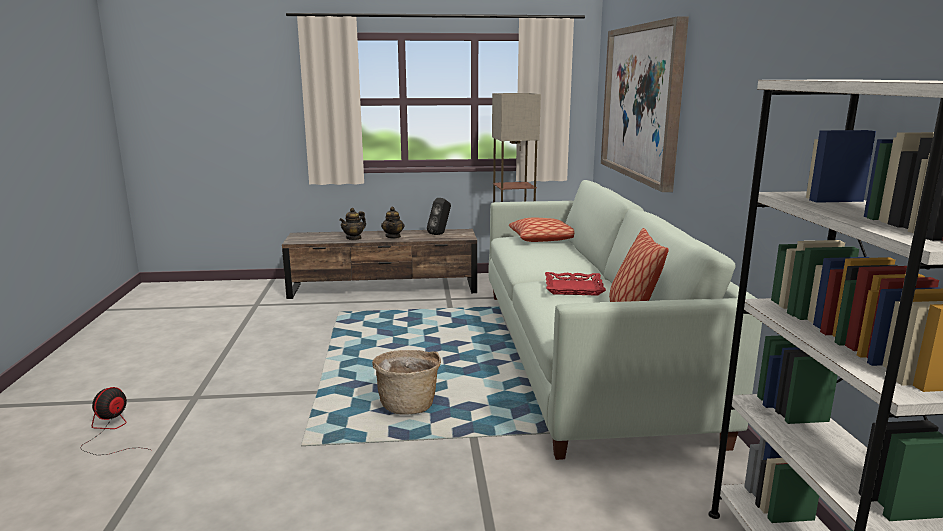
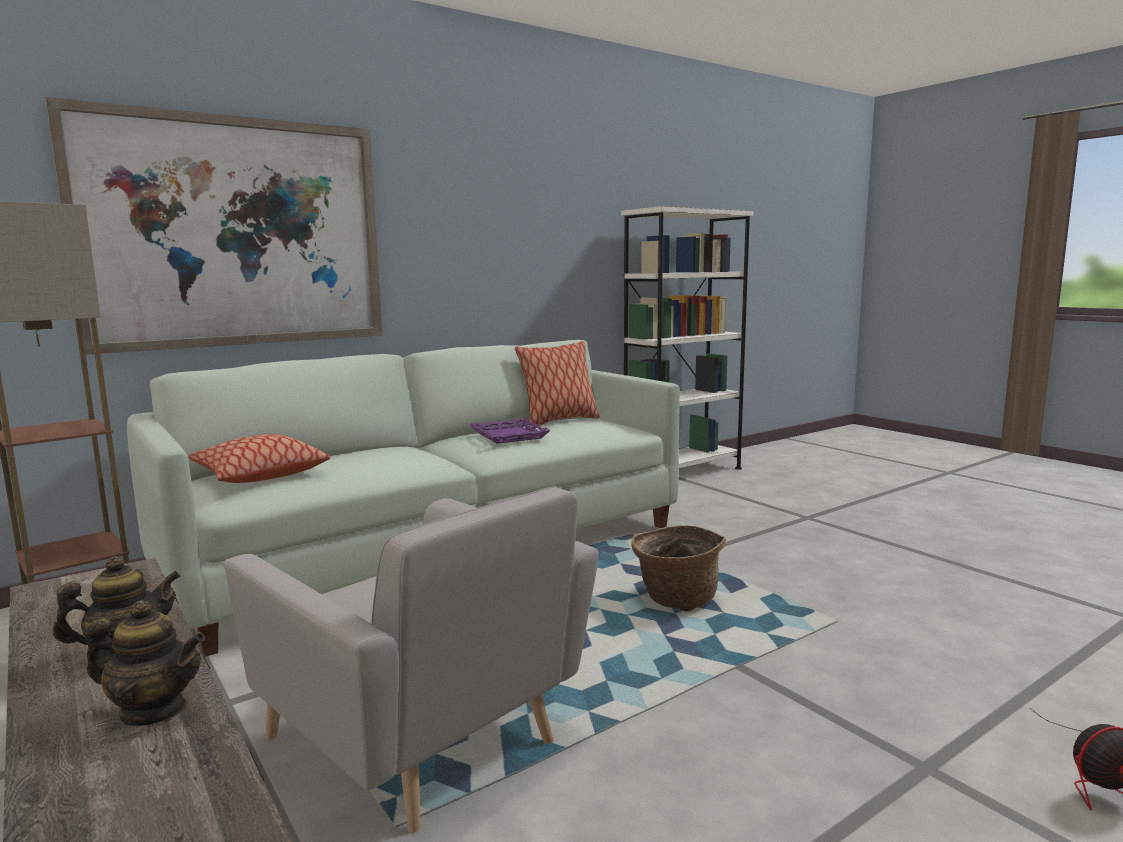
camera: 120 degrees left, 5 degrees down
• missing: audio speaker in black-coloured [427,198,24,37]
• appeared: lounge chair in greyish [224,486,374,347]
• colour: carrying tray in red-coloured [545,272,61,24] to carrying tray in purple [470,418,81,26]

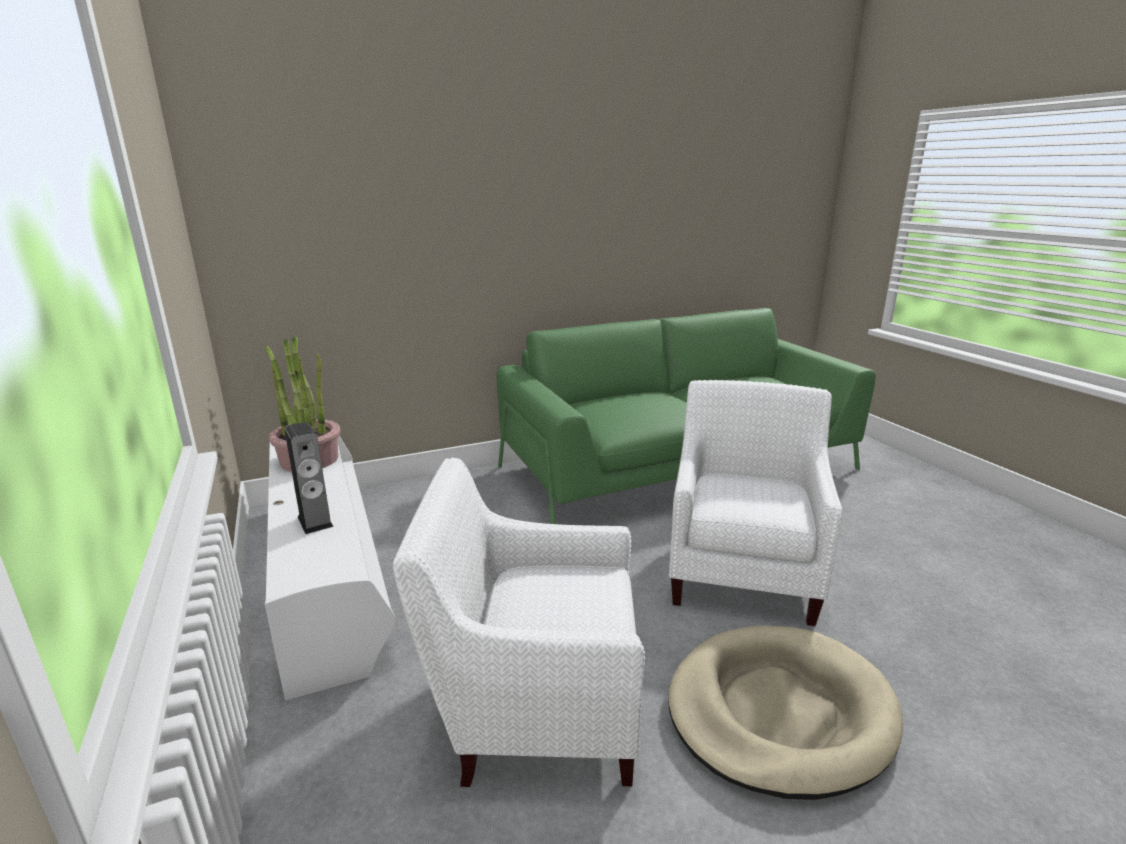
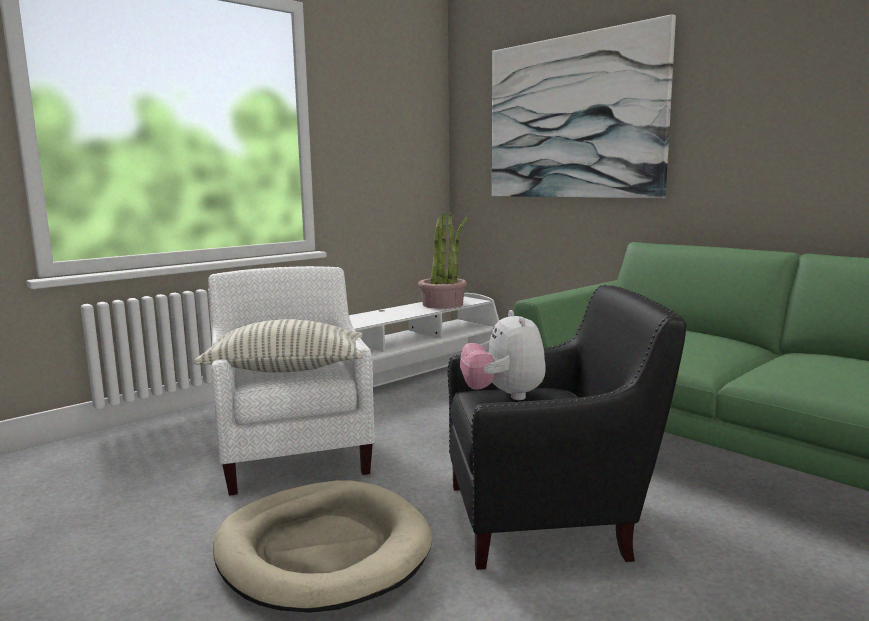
camera: 70 degrees right, 10 degrees down
• missing: audio speaker [284,422,50,112]
• appeared: cushion [194,319,168,53]
• appeared: plush toy [460,310,86,90]
• appeared: wall art [492,14,184,184]
• colour: lounge chair in whitish [669,380,173,246] to lounge chair in black-coloured [448,285,238,285]

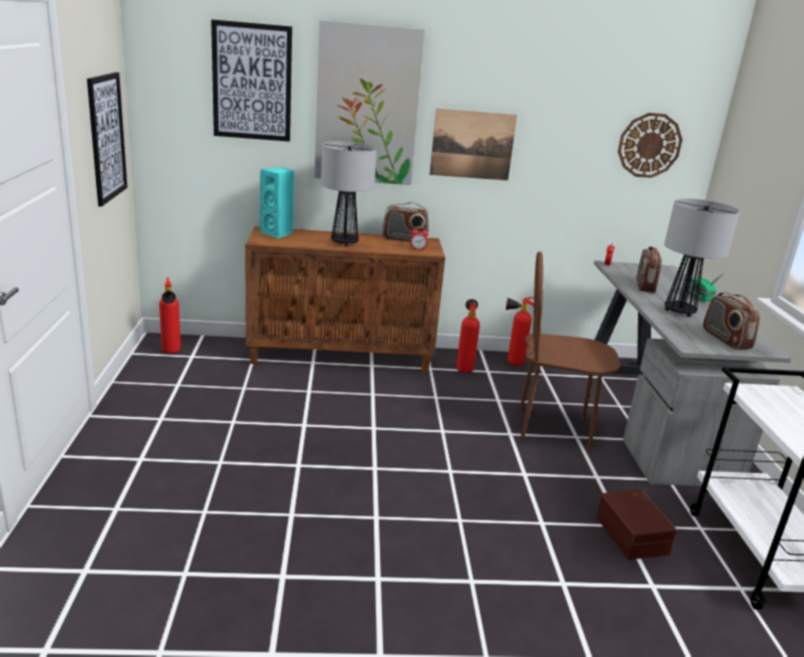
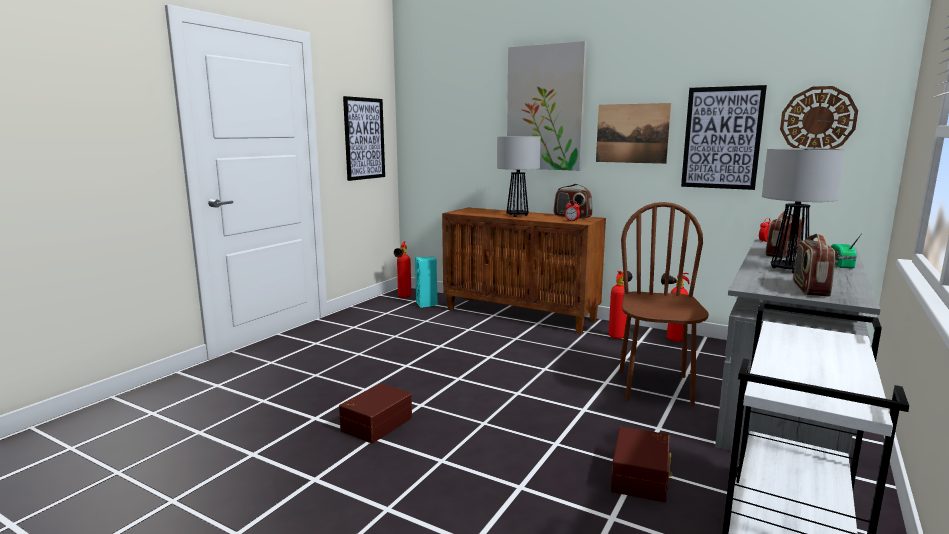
camera: 35 degrees right, 10 degrees down
• appeared: storage box in brownish [339,383,73,60]
• relocated: wall art [211,19,81,123] to [681,85,86,105]
• relocated: audio speaker in turquoise [260,167,34,72] to [415,257,22,51]
• spun: plain chair in brownish [519,252,101,199] = [619,202,90,204] 60 degrees clockwise

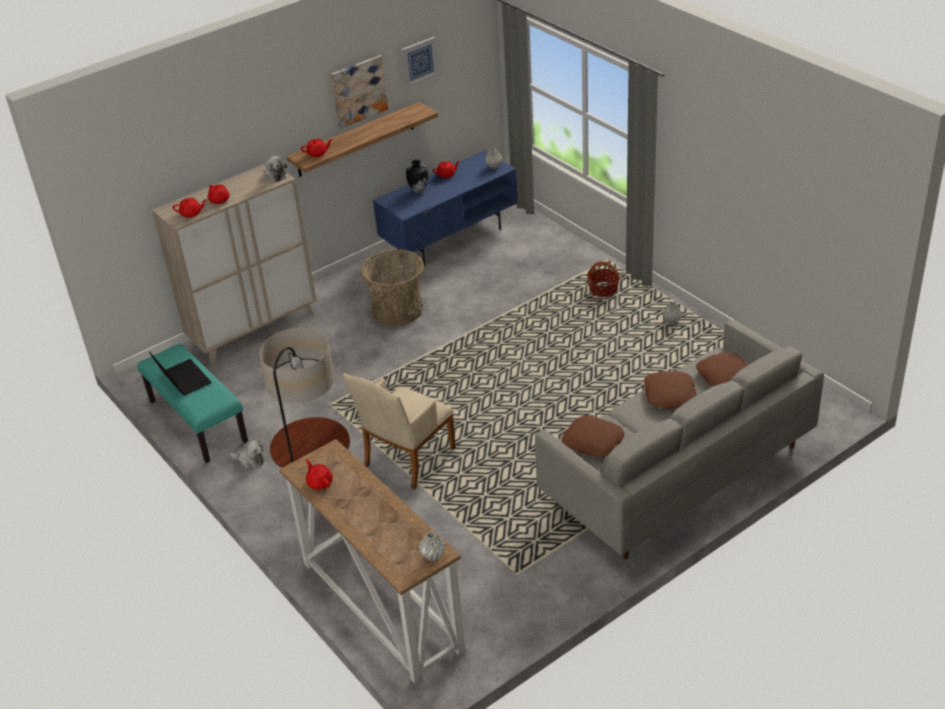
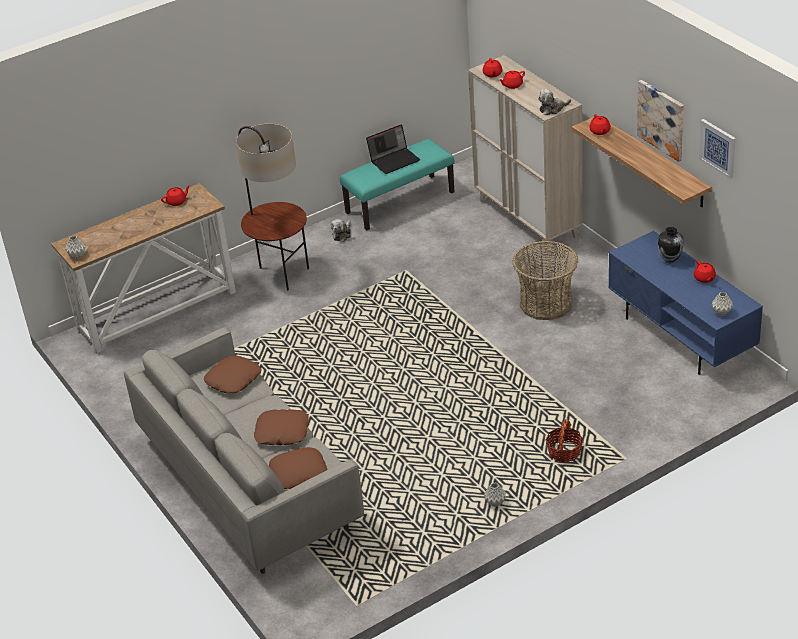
camera: 95 degrees right, 0 degrees up
• missing: lounge chair in beige [343,373,113,116]

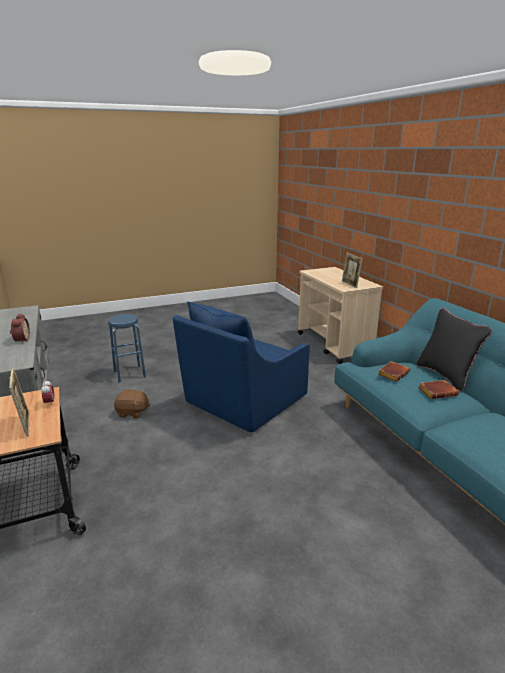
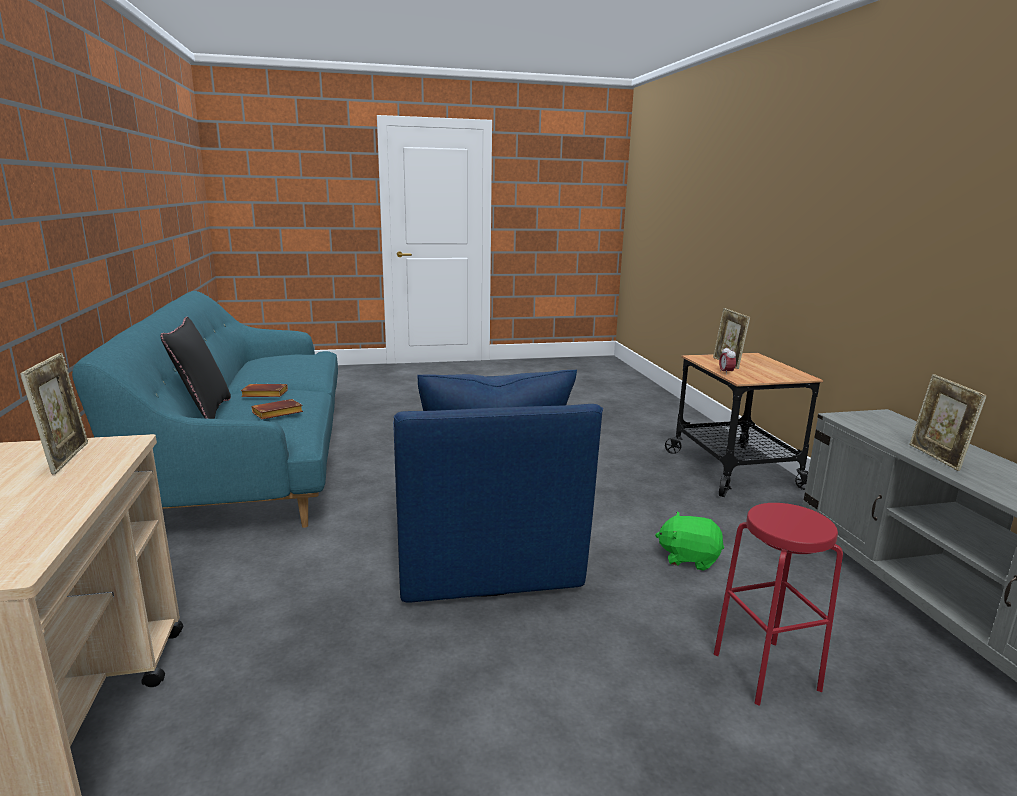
camera: 170 degrees left, 5 degrees down
• exchanged: bedside clock [10,313,20,30] to standing frame [909,374,78,97]
• colour: stool in blue-coloured [108,314,38,69] to stool in red-coloured [713,503,130,203]
• colour: plush toy in brownish [114,389,36,30] to plush toy in greenish [655,511,69,60]
• spun: lounge chair in blue-coloured [172,301,138,131] = [393,370,210,233] 120 degrees clockwise

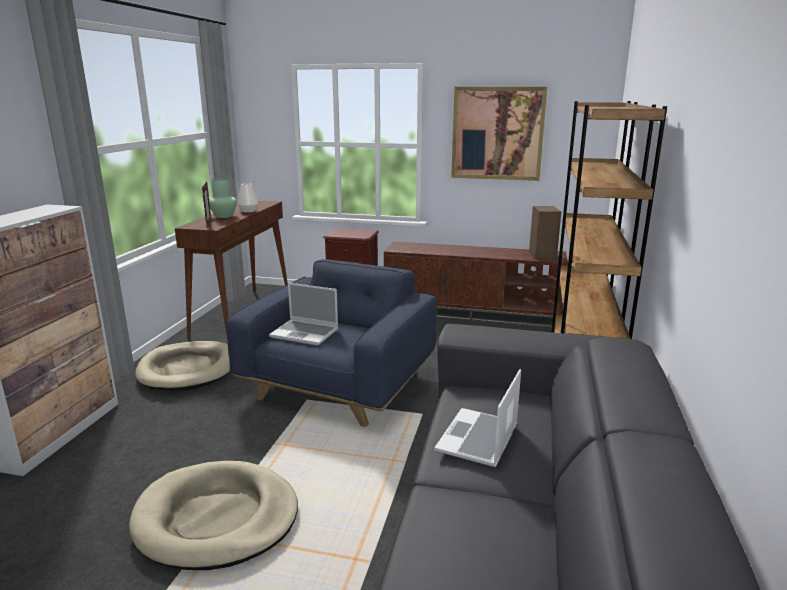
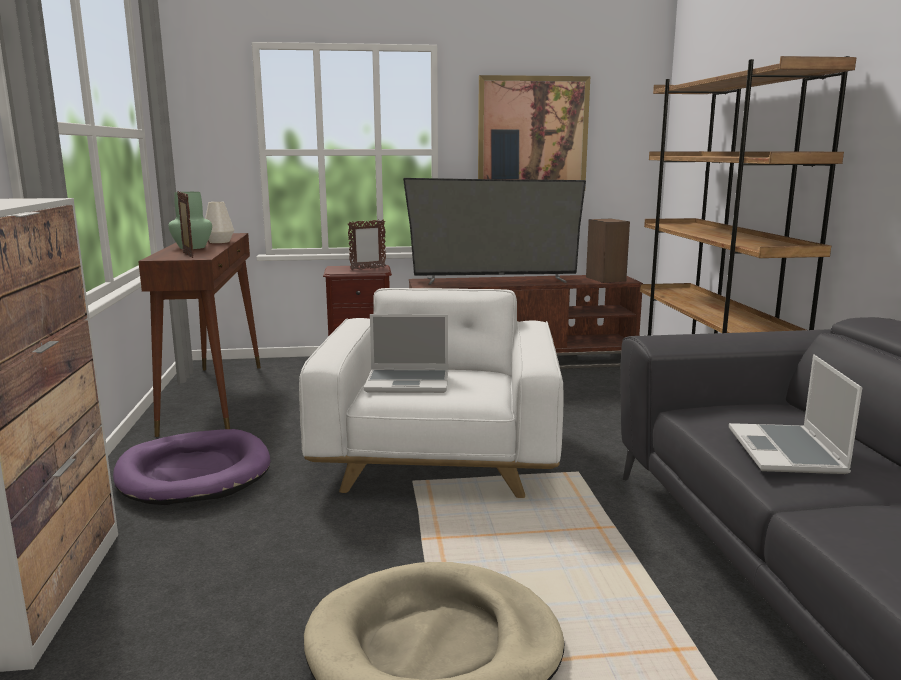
camera: 20 degrees left, 5 degrees down
• appeared: standing frame [348,219,38,51]
• appeared: TV [403,178,183,106]
• colour: pet bed in beige [135,341,95,50] to pet bed in purple [113,429,158,76]
• colour: lounge chair in blue-coloured [226,259,211,168] to lounge chair in whitish [299,288,265,210]

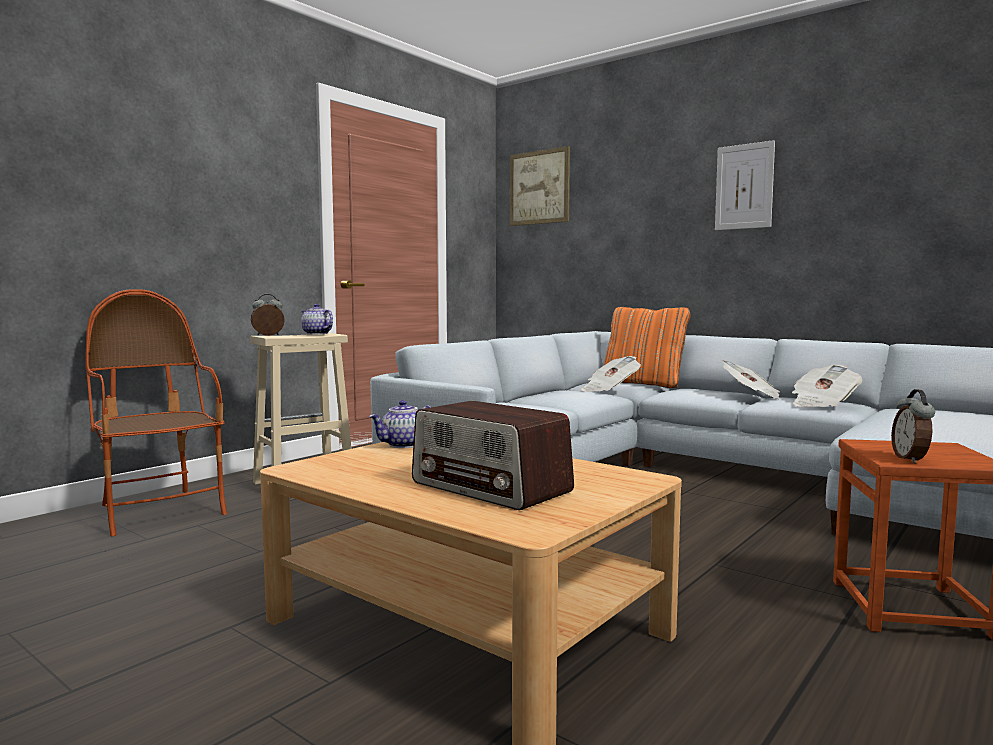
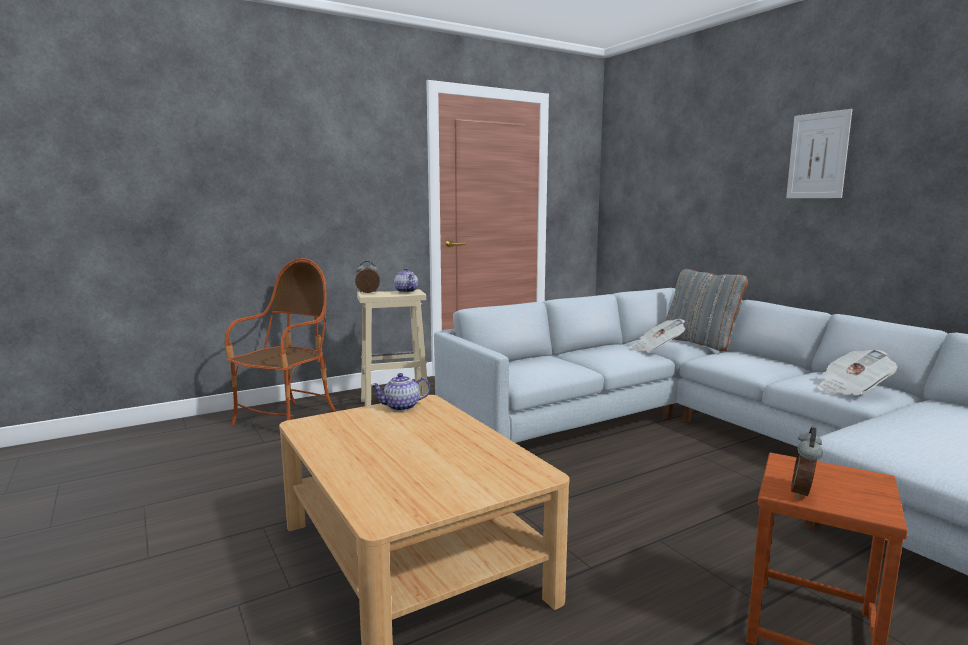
camera: 20 degrees right, 5 degrees up
• missing: radio [412,401,162,109]
• missing: wall art [510,146,60,80]
• missing: newspaper [722,360,58,39]
• colour: cushion in orange [603,307,88,81] to cushion in greyish [666,269,82,82]
• spun: lounge chair [85,289,142,247] = [225,258,110,167] 45 degrees clockwise

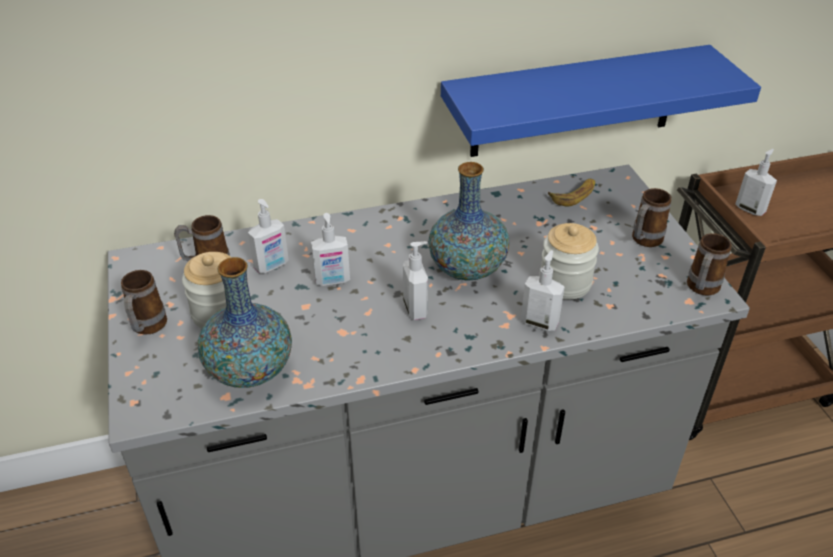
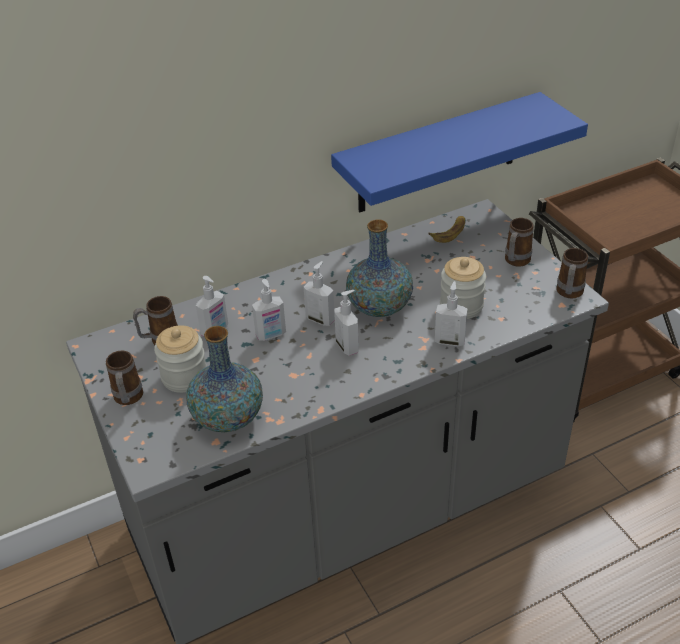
camera: 10 degrees left, 0 degrees up
• relocated: liquid soap bottle [735,149,42,67] to [304,261,31,65]

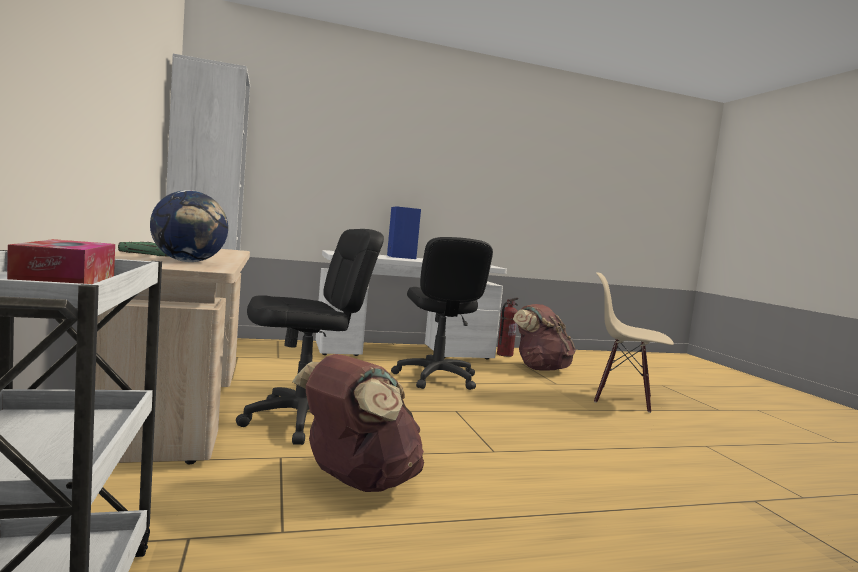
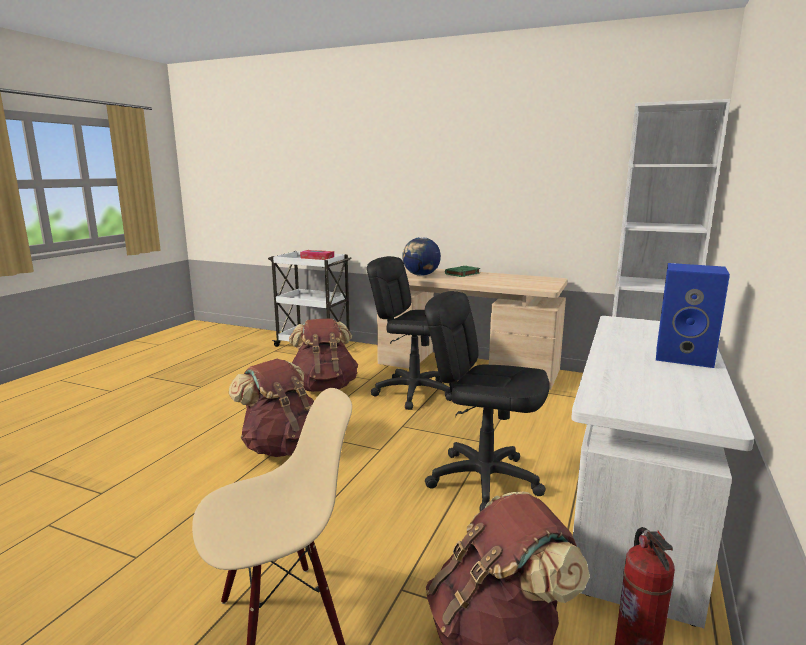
camera: 130 degrees right, 10 degrees up
• appeared: backpack in brownish [229,359,85,98]
• spun: computer chair in black-coloured [236,229,148,216] = [367,256,85,154] 105 degrees clockwise

